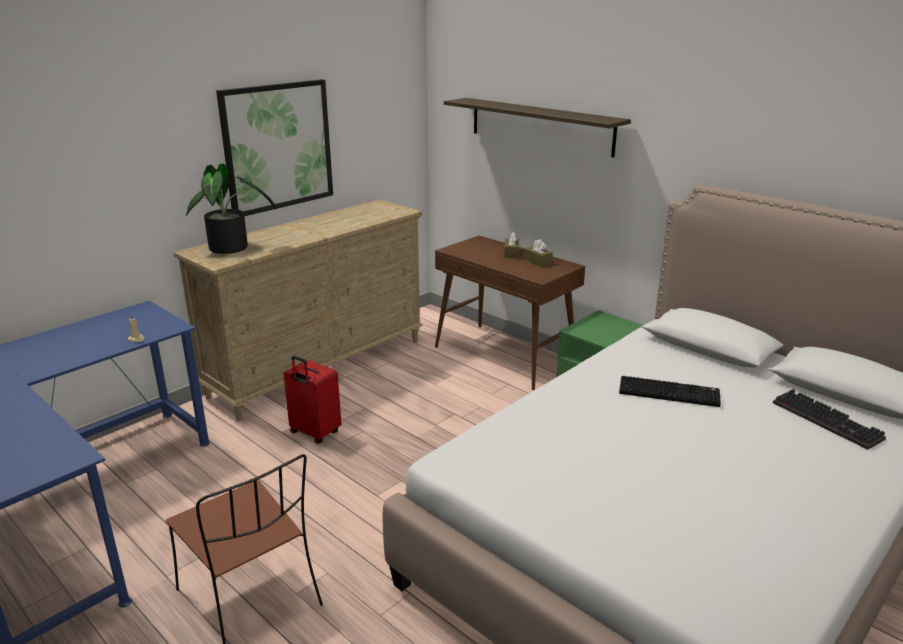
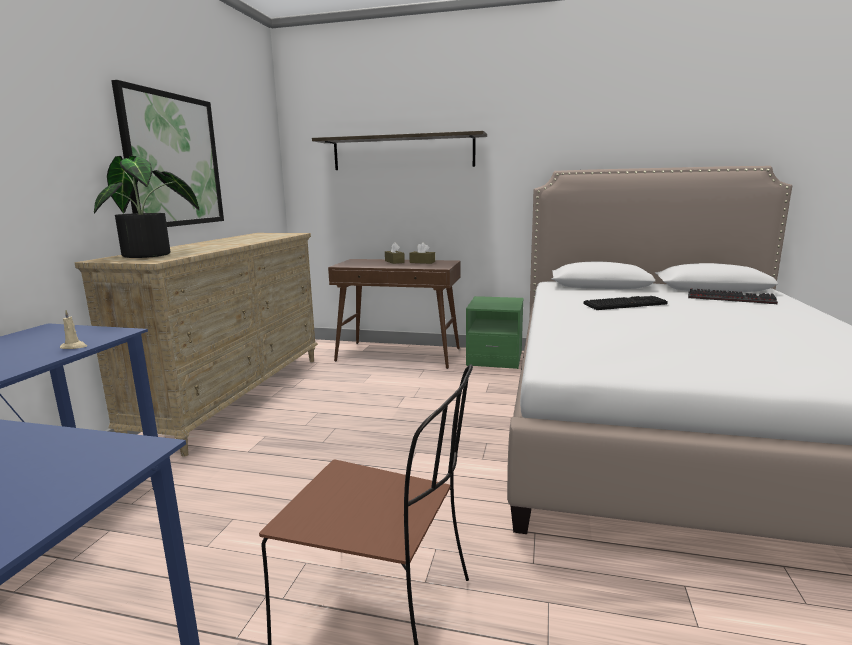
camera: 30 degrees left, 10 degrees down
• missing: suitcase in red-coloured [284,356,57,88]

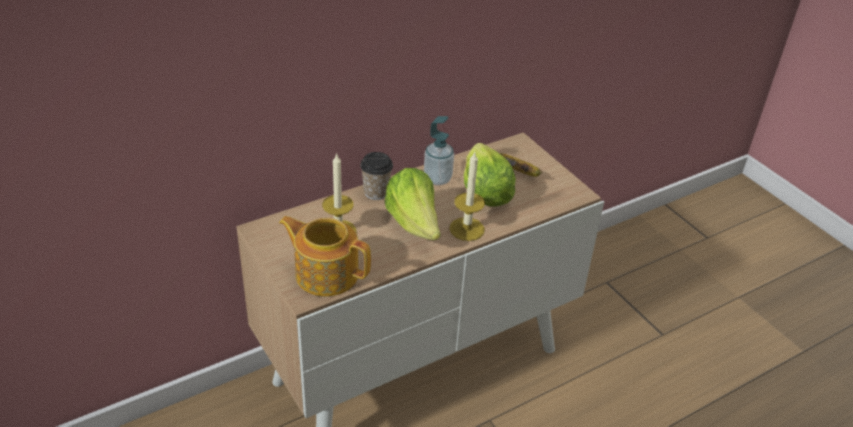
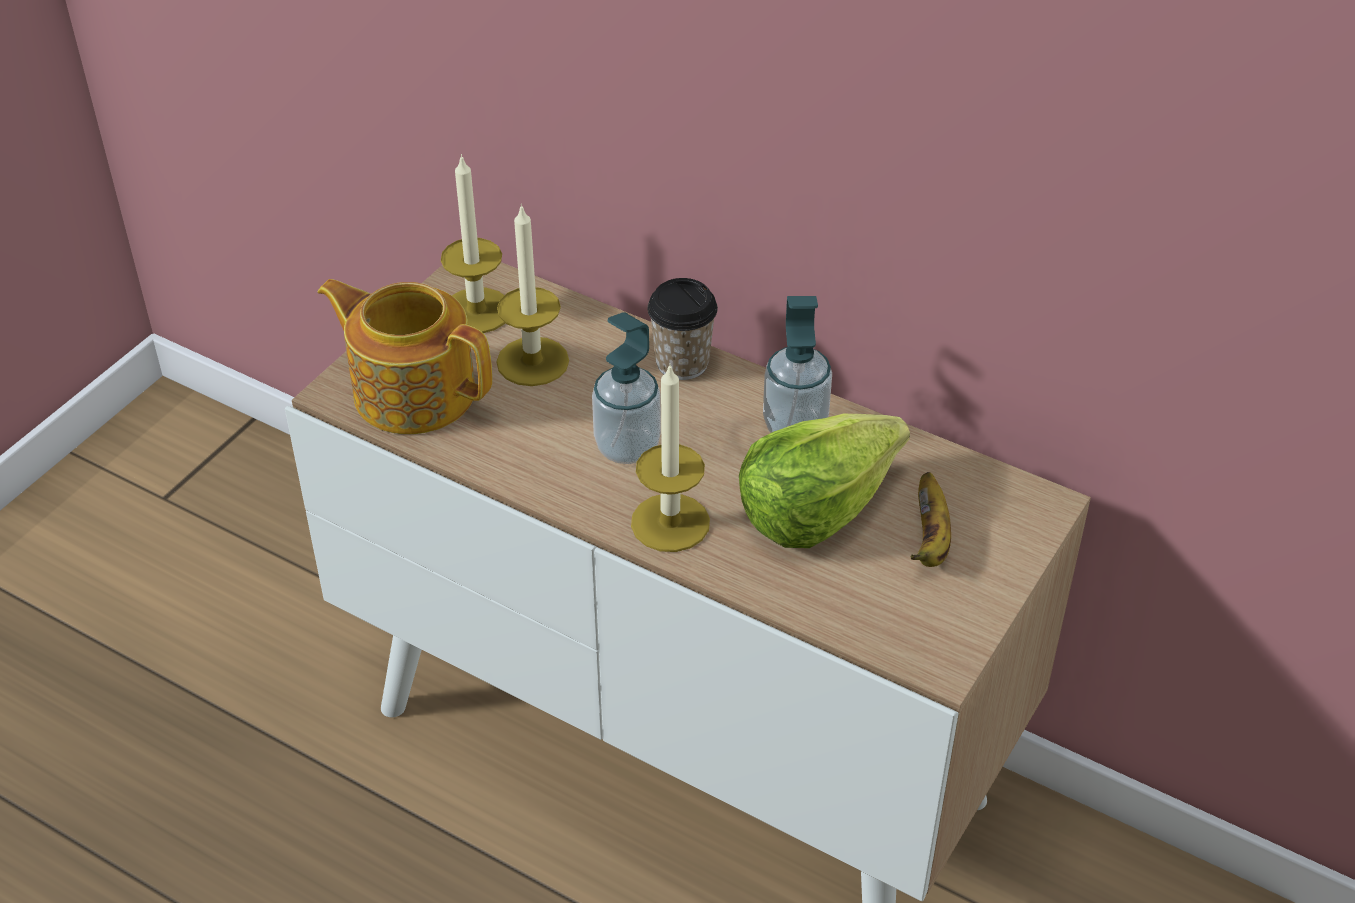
camera: 65 degrees right, 5 degrees up
• appeared: candle [441,154,64,179]
• exchanged: head of lettuce [385,168,56,72] to liquid soap bottle [592,312,69,152]
• spun: pot for tea [279,216,92,80] = [317,279,175,155] 60 degrees counterclockwise

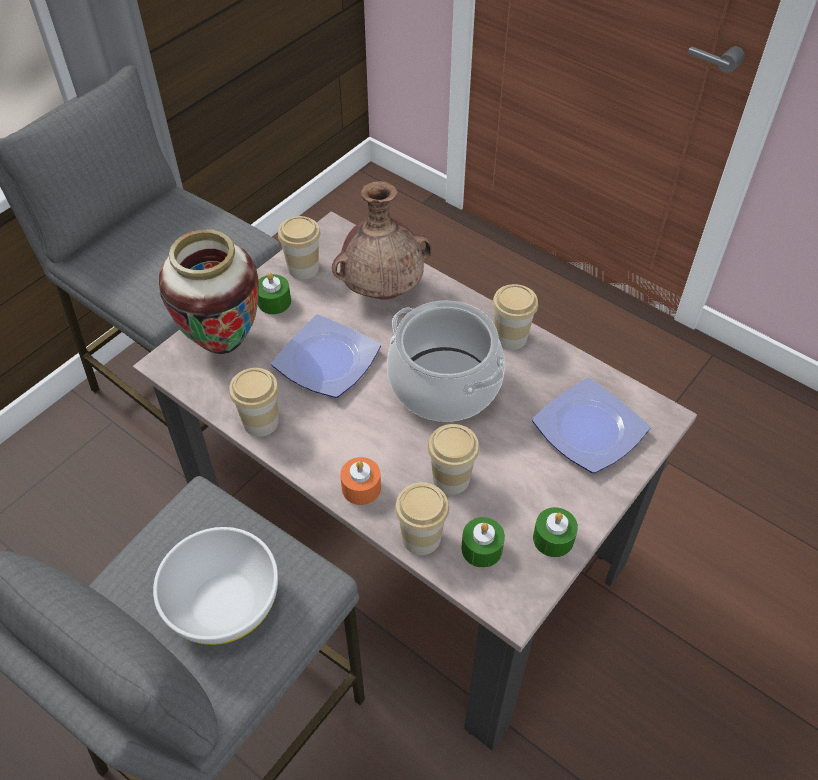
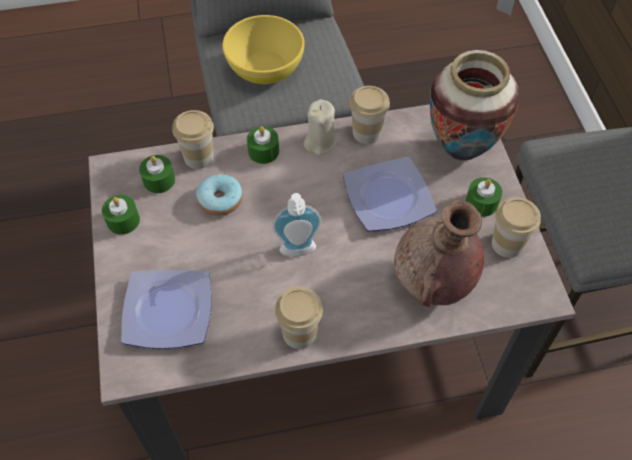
camera: 130 degrees right, 5 degrees up
• appeared: candle in beige [304,99,33,57]
• exchanged: stockpot [387,300,118,122] to liquid soap bottle [272,193,50,64]
• exchanged: drinking cup [428,424,51,71] to donut [196,174,47,42]
• colour: bowl in whitish [153,527,125,118] to bowl in yellow-coloured [223,15,81,69]
• colour: candle in orange [340,457,41,48] to candle in greenish [247,126,32,38]

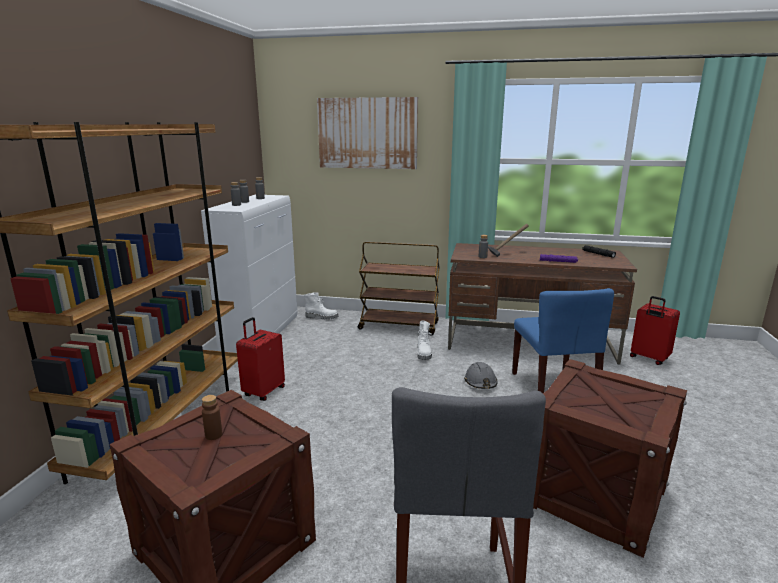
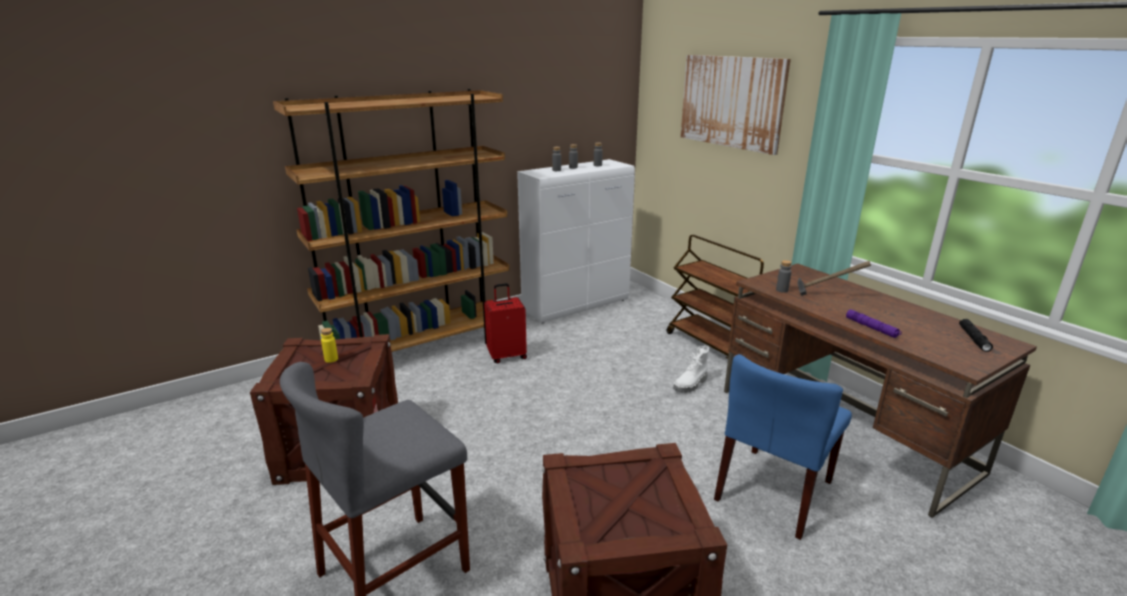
camera: 45 degrees right, 5 degrees up
• missing: tall boot in whitish [304,292,34,28]
• missing: hard hat in greyish [464,362,34,27]
• missing: suitcase in red-coloured [630,296,50,69]
• colour: beverage bottle in brownish [202,395,20,45] to beverage bottle in yellow-coloured [321,328,17,35]

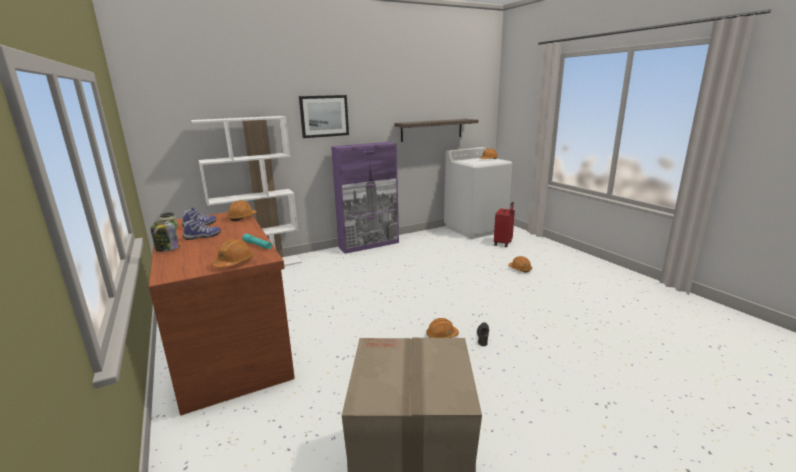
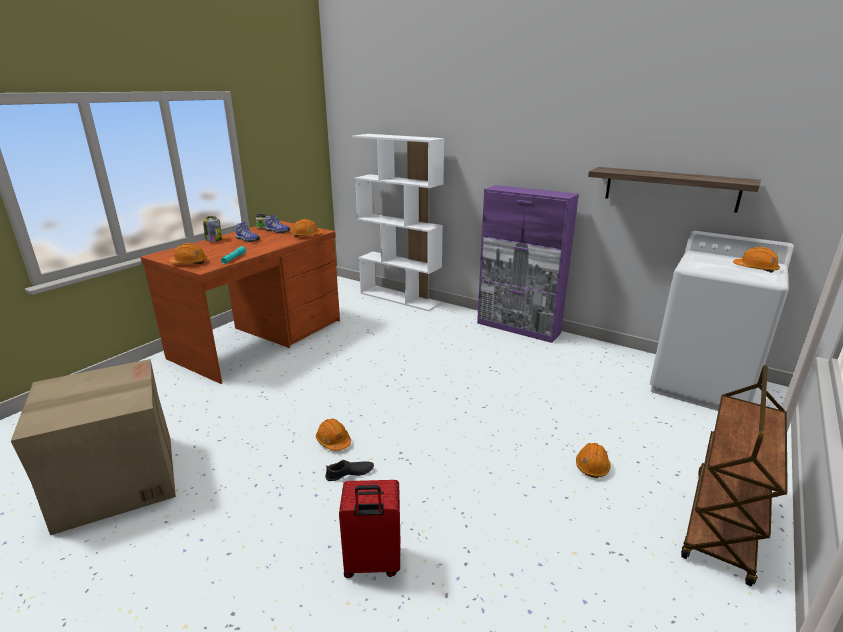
camera: 60 degrees right, 5 degrees up
• missing: wall art [299,95,50,43]
• appeared: trolley in brownish [681,365,107,221]
• relocated: suitcase in red-coloured [494,202,21,45] to [339,480,61,98]

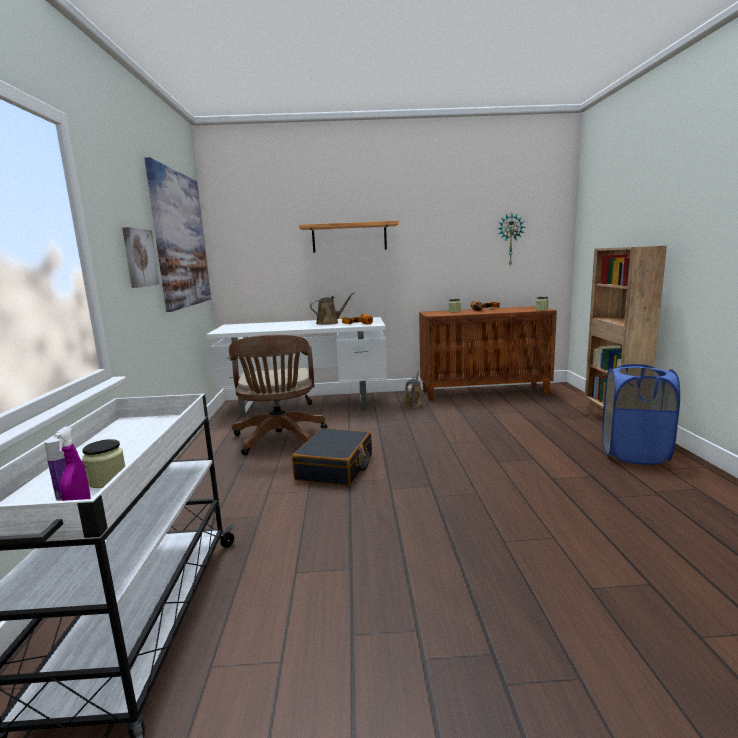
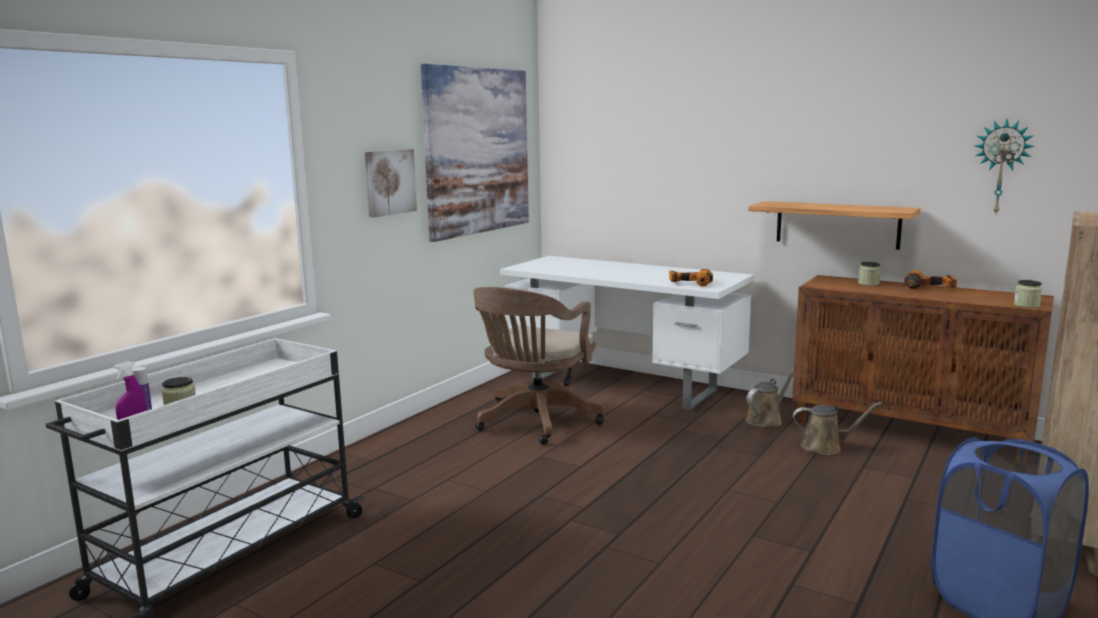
camera: 35 degrees right, 0 degrees up
• missing: suitcase in black-coloured [292,428,80,58]
• relocated: shelf [299,221,100,32] to [748,201,173,49]
• relocated: watering can in brownish [310,292,45,33] to [793,402,89,53]

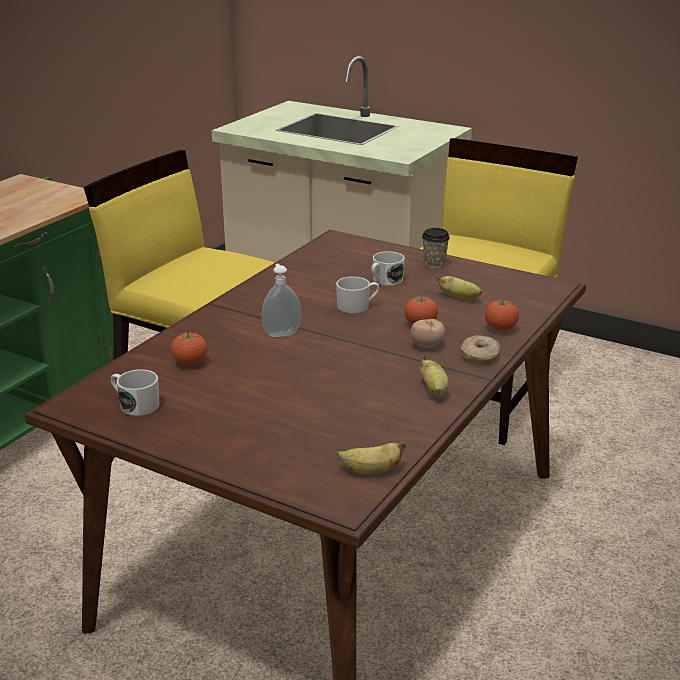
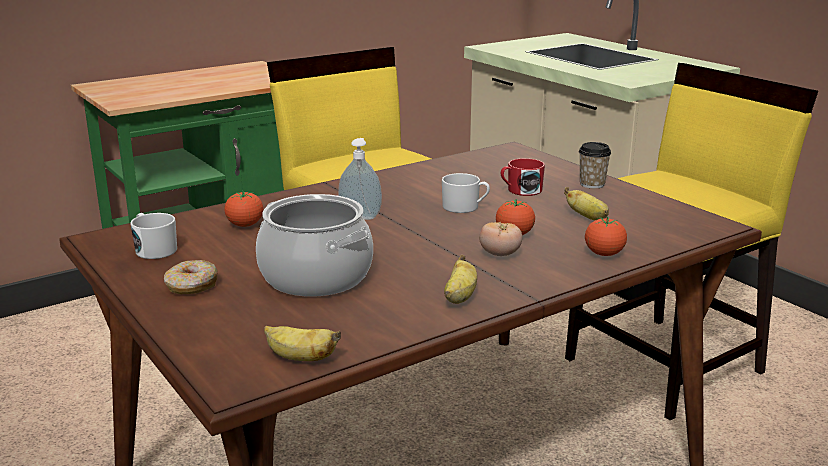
camera: 25 degrees right, 5 degrees down
• appeared: stockpot [256,194,117,103]
• relocated: donut [461,335,39,29] to [164,260,54,34]
• colour: mug in whitish [371,251,34,35] to mug in red-coloured [501,158,44,38]

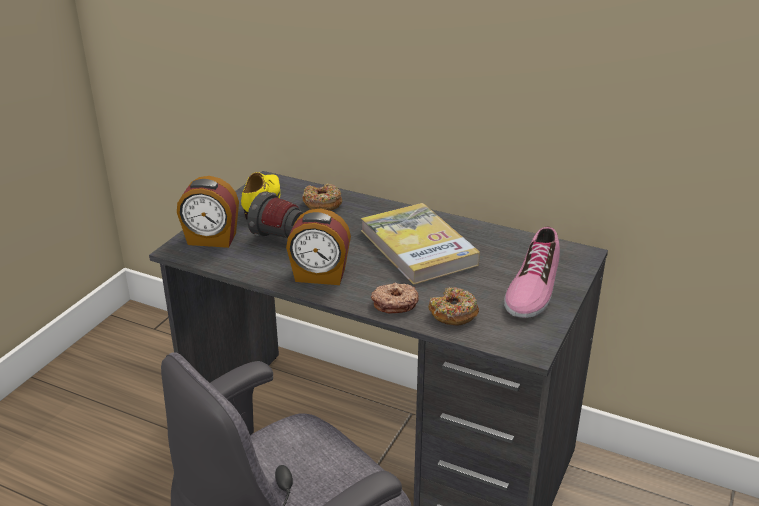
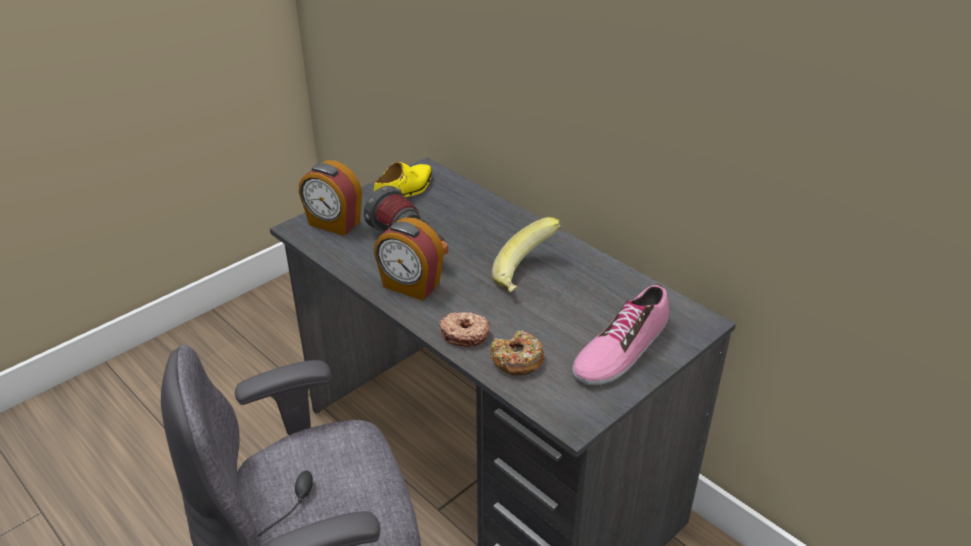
camera: 20 degrees right, 5 degrees up
• missing: donut [302,183,40,28]
• exchanged: book [361,203,119,82] to whole banana [492,217,69,75]

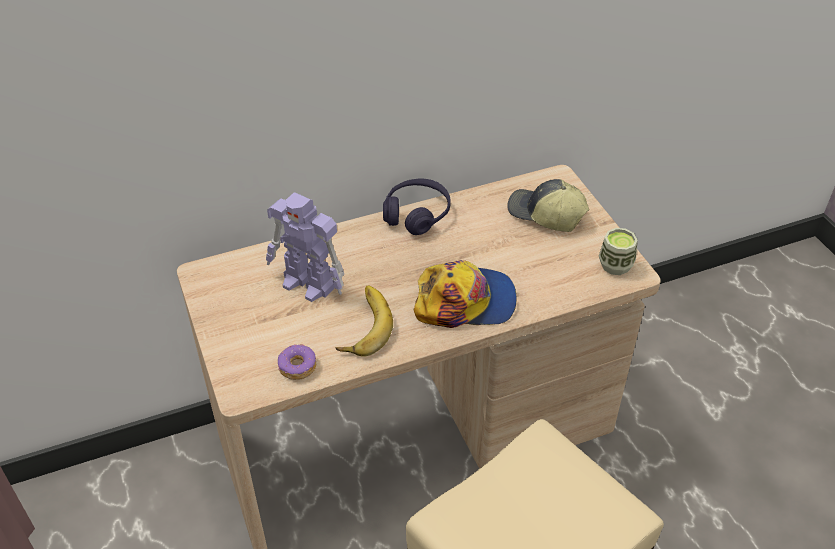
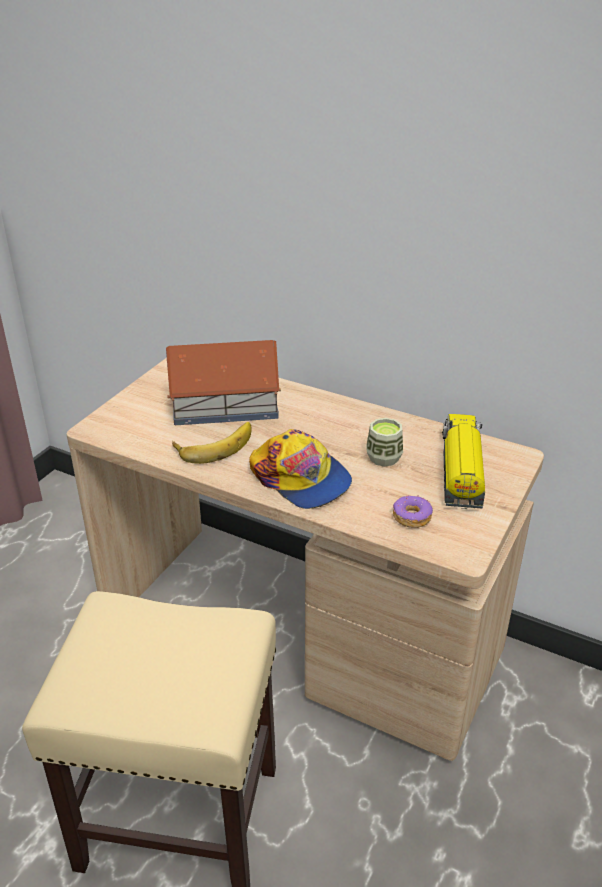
camera: 50 degrees right, 10 degrees down
• missing: headset in purple [383,179,68,56]
• relocated: donut [278,344,38,36] to [393,496,40,32]
• relocated: drinking cup [599,228,39,47] to [366,418,37,49]
• exchanged: robot figure [266,192,78,110] to miniature house [166,340,115,85]
• exchanged: peaked cap [507,179,82,53] to toy lorry [442,414,43,95]

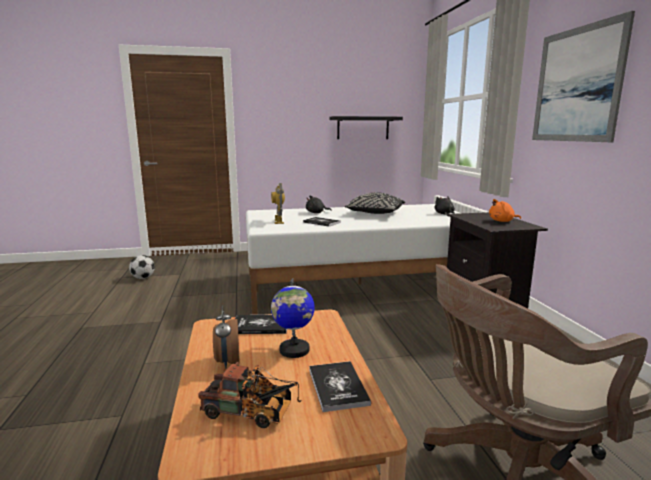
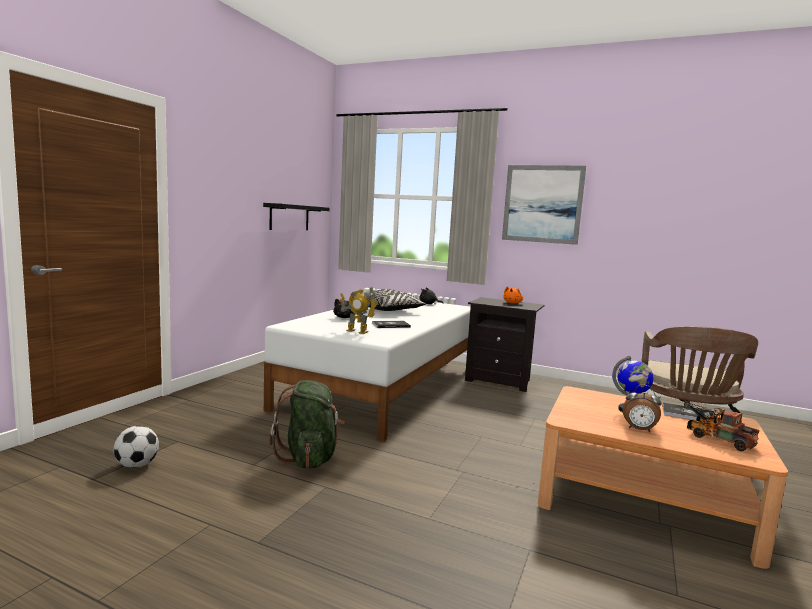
camera: 55 degrees left, 5 degrees down
• missing: book [235,315,52,19]
• appeared: backpack in greenish [269,380,76,89]
• spun: toy lorry [198,361,103,67] = [681,402,78,49] 90 degrees counterclockwise

